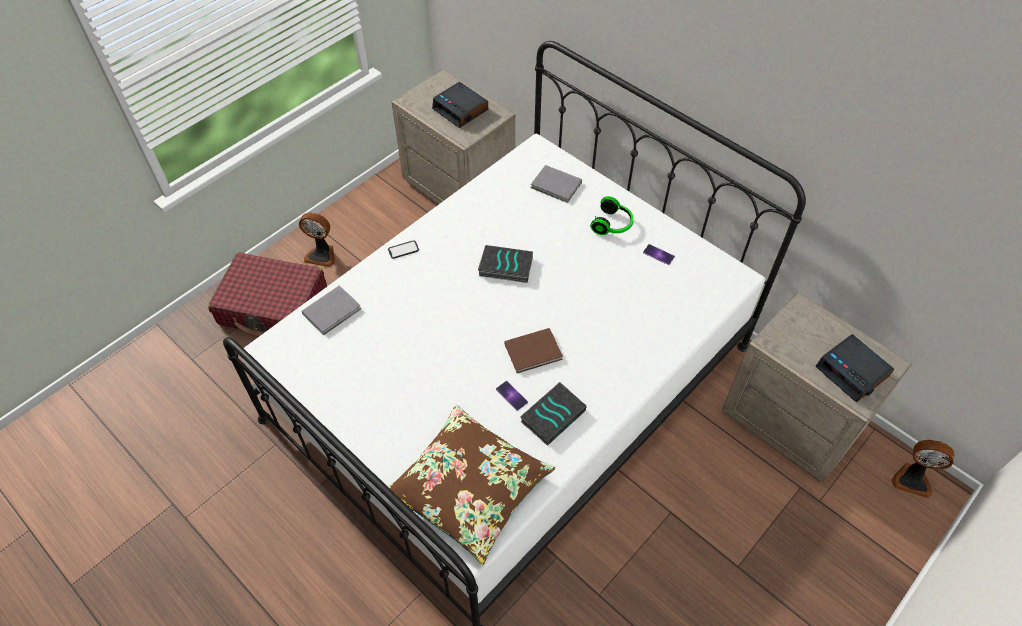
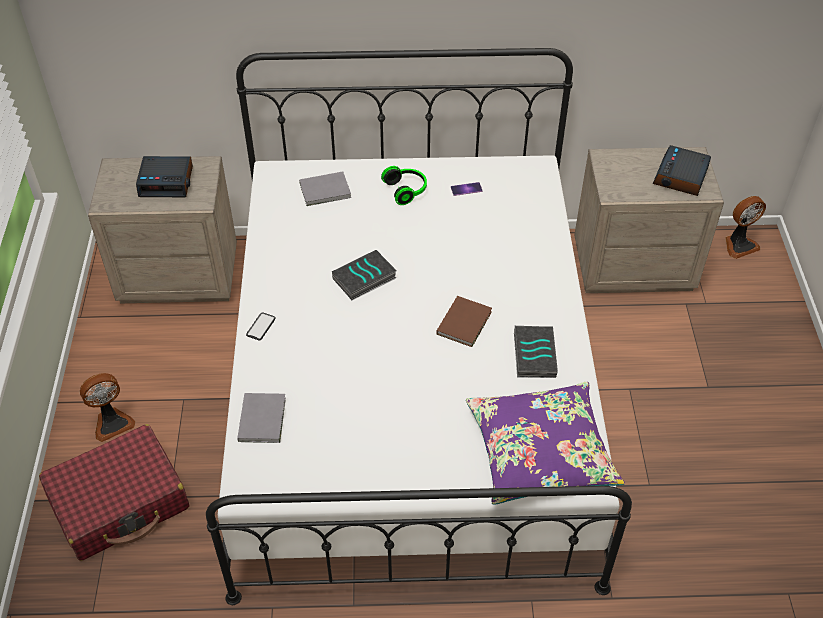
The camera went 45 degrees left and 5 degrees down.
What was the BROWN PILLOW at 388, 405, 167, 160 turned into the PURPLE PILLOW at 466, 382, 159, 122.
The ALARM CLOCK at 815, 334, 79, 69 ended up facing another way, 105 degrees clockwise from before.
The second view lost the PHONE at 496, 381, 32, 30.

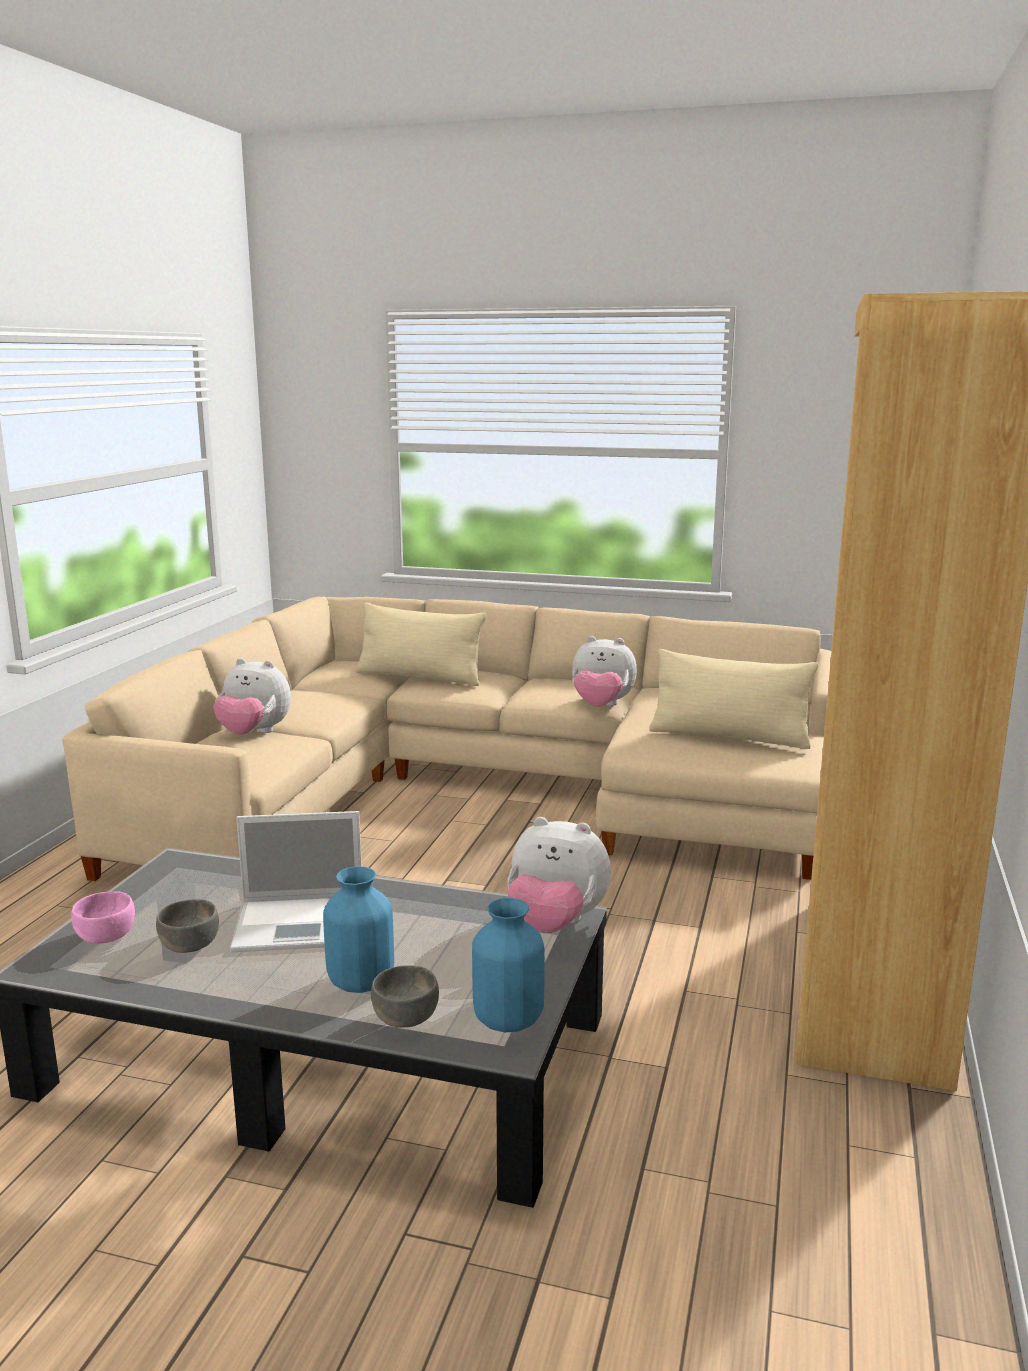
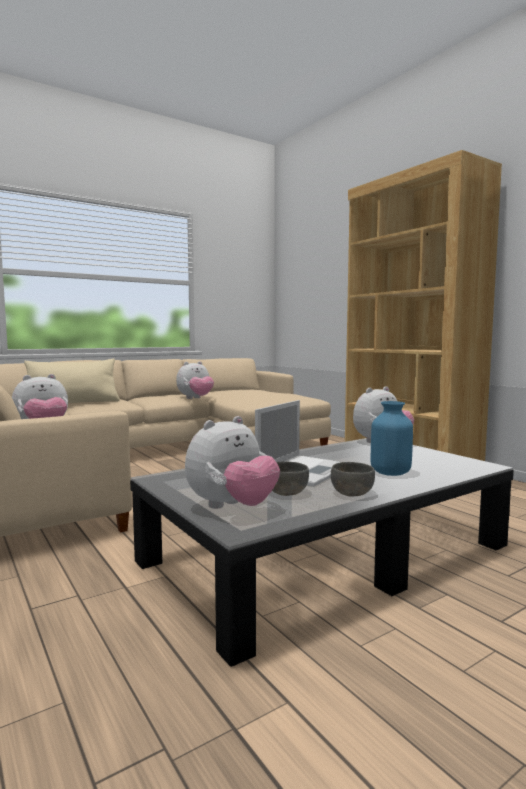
The camera went 50 degrees left and 10 degrees down.
Where the PINK BOWL stood at 71, 891, 64, 53, the PLUSH TOY came to stand at 185, 416, 95, 93.
The GREY BOWL ended up elsewhere, having gone from 371, 965, 68, 63 to 331, 462, 44, 35.
The second view lost the BLUE VASE at 472, 898, 73, 134.
The second view lost the BEIGE PILLOW at 649, 649, 169, 100.

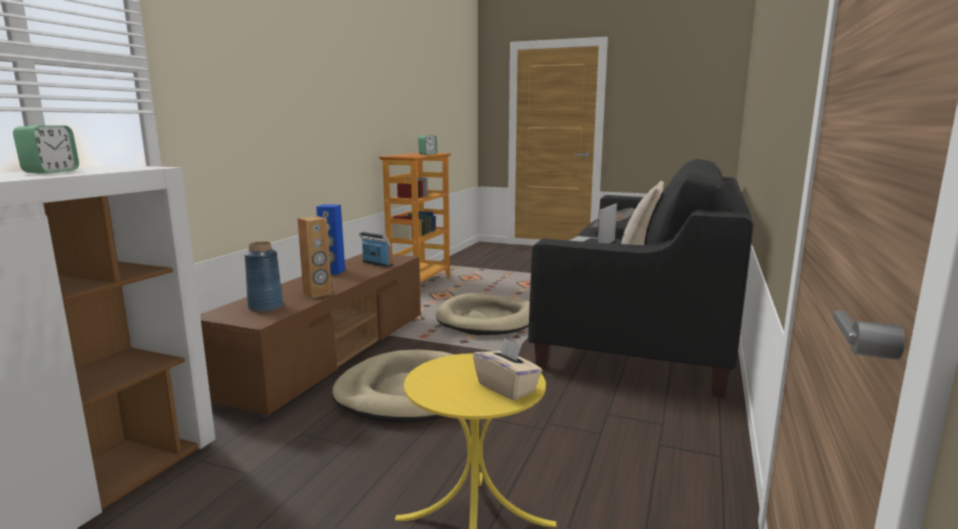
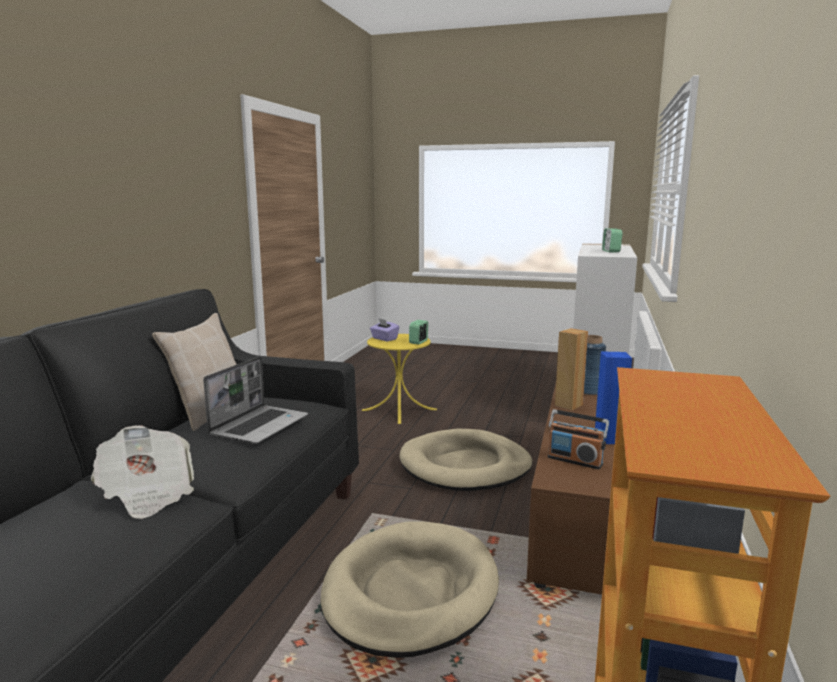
The camera went 175 degrees right and 0 degrees up.
What was the BEIGE TISSUE BOX at 473, 337, 70, 63 turned into the PURPLE TISSUE BOX at 370, 318, 29, 23.
The ALARM CLOCK ended up elsewhere, having gone from 418, 135, 19, 20 to 409, 320, 19, 24.

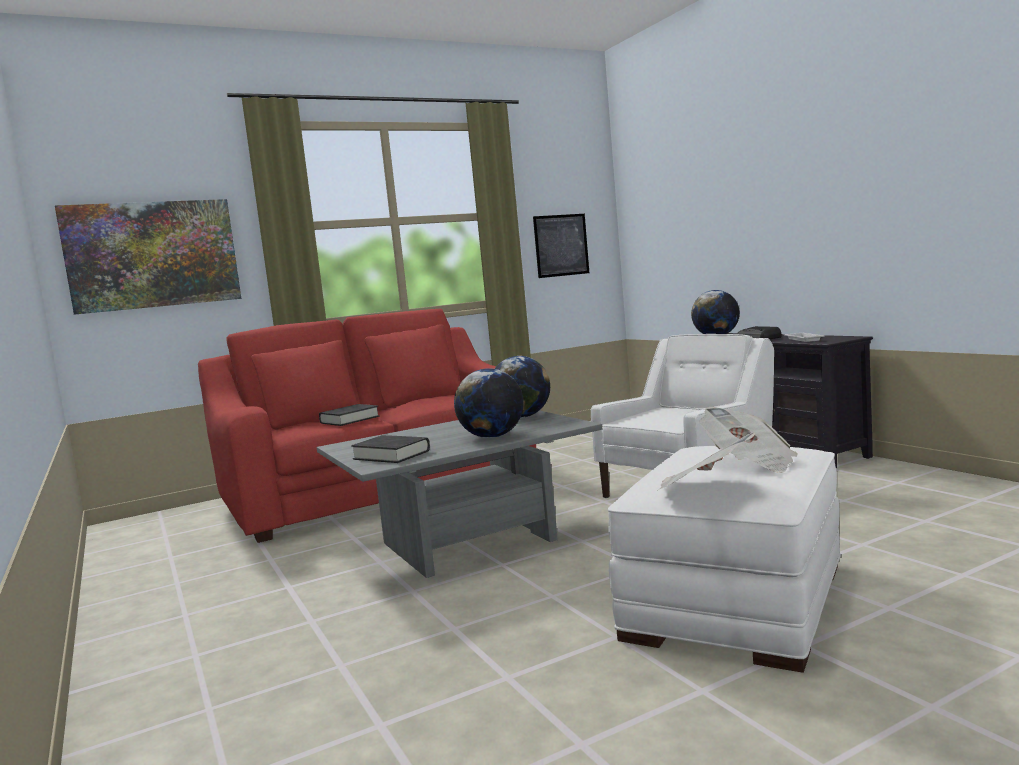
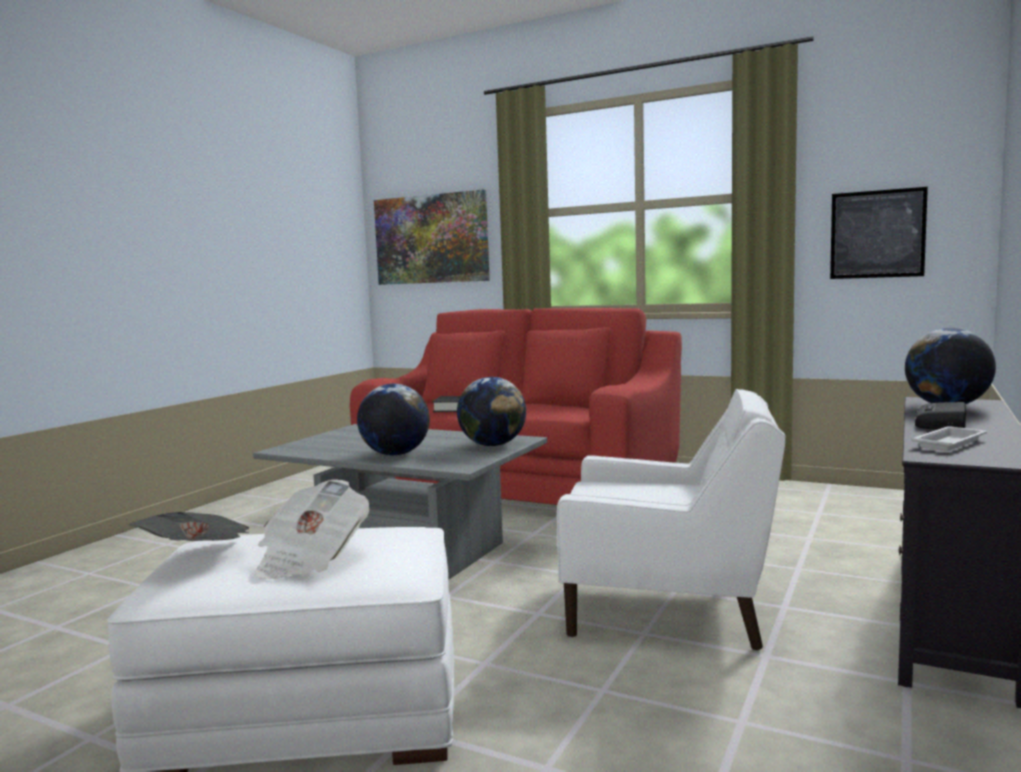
The camera went 55 degrees right and 0 degrees up.
The second view lost the BLACK BOOK at 351, 435, 79, 28.

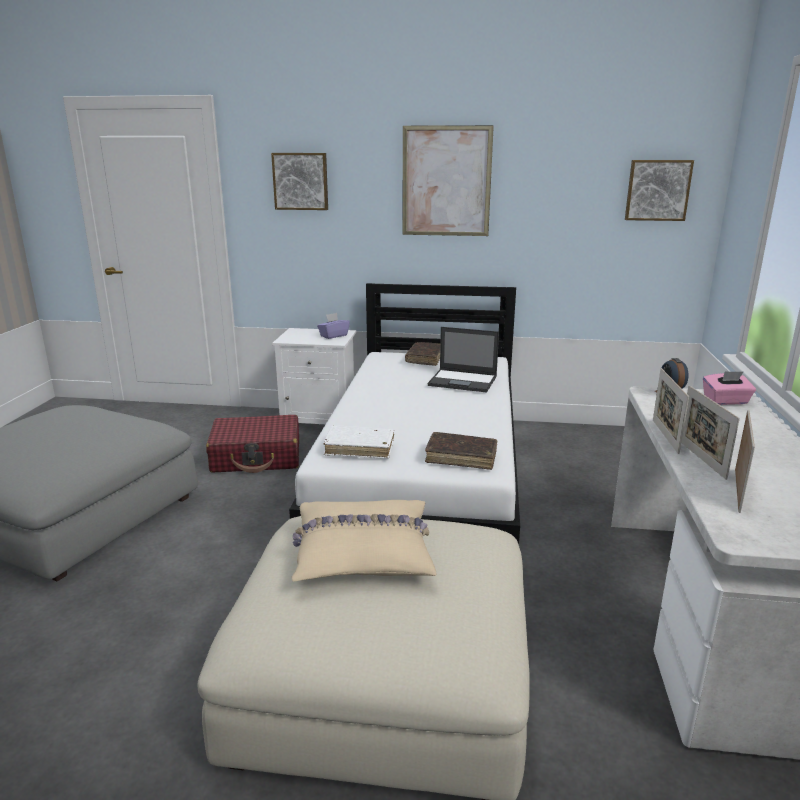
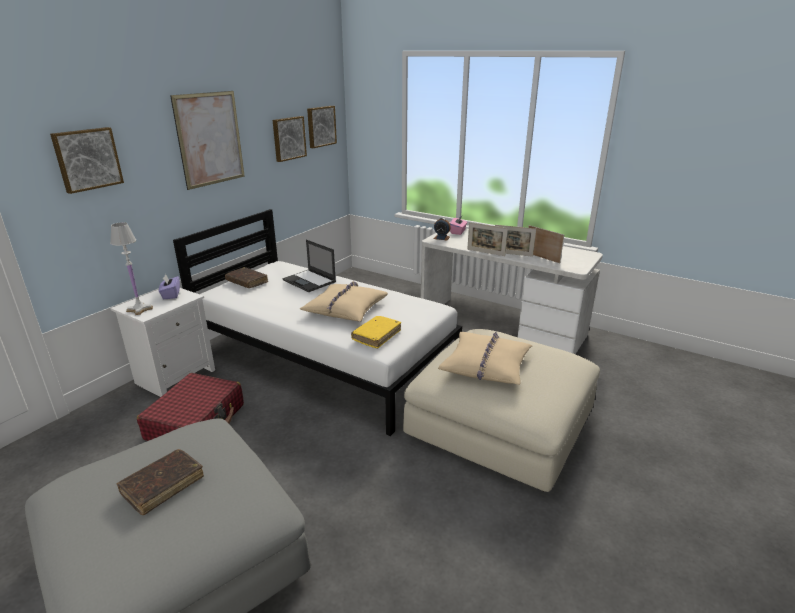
The camera went 65 degrees left and 5 degrees up.
The second view gained the WHITE TABLE LAMP at 110, 222, 43, 93.
The BROWN BOOK ended up elsewhere, having gone from 425, 432, 72, 38 to 117, 449, 87, 66.
The second view gained the PICTURE at 273, 116, 34, 46.
The LAPTOP at 428, 327, 71, 65 ended up facing another way, 90 degrees clockwise from before.
The second view gained the BEIGE PILLOW at 300, 281, 88, 41.
What was the WHITE BOOK at 323, 425, 71, 34 turned into the YELLOW BOOK at 351, 316, 50, 33.

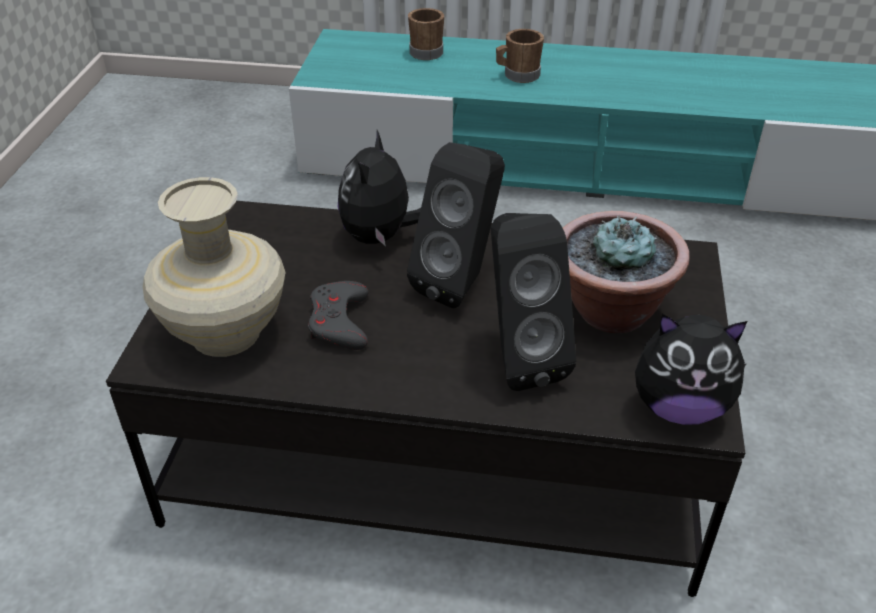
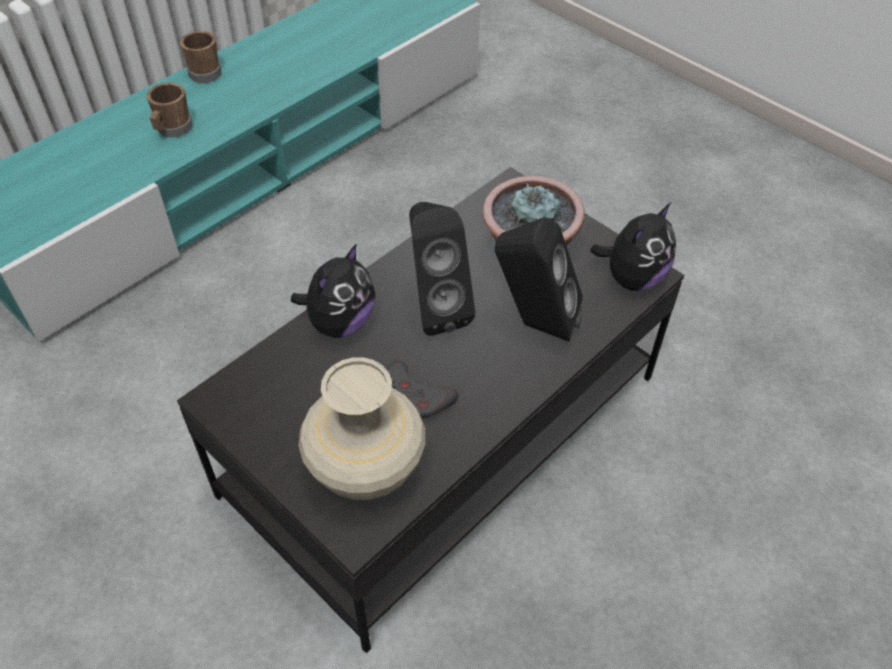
The camera went 55 degrees left and 10 degrees up.
The BROWN MUG ended up elsewhere, having gone from 408, 8, 36, 52 to 180, 31, 42, 52.
The PLUSH TOY at 338, 130, 83, 116 ended up facing another way, 105 degrees counterclockwise from before.

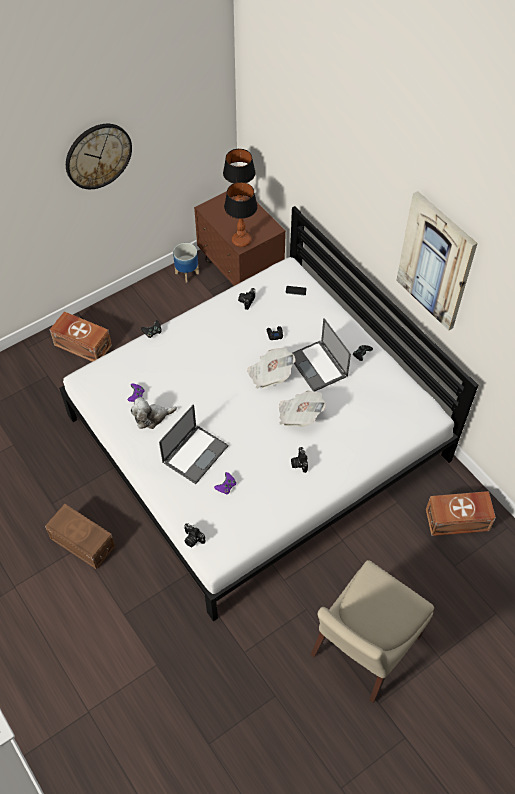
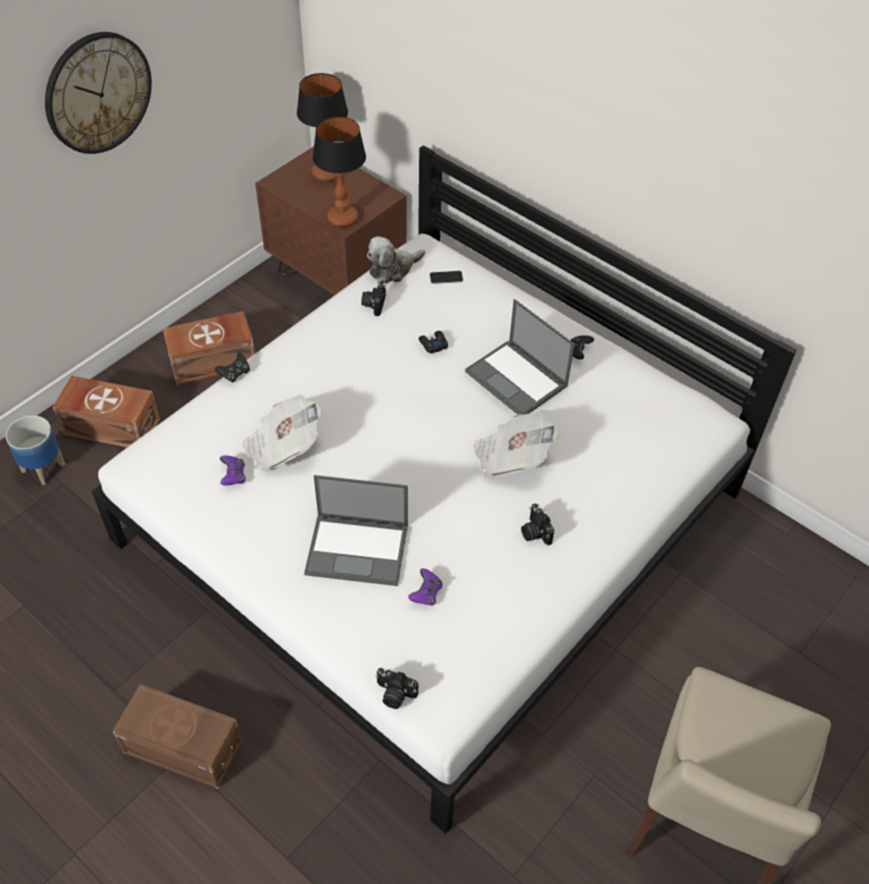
The camera went 15 degrees left and 5 degrees down.
The PLANTER ended up elsewhere, having gone from 173, 243, 26, 39 to 6, 415, 59, 70.
The BROWN STORAGE BOX ended up elsewhere, having gone from 426, 491, 70, 45 to 163, 311, 92, 74.
The NEWSPAPER ended up elsewhere, having gone from 247, 347, 49, 42 to 242, 395, 80, 77.
The LAPTOP at 159, 404, 69, 80 ended up facing another way, 75 degrees clockwise from before.
The PLUSH TOY ended up elsewhere, having gone from 130, 397, 47, 32 to 367, 236, 58, 47.
The second view lost the PICTURE at 396, 191, 81, 140.

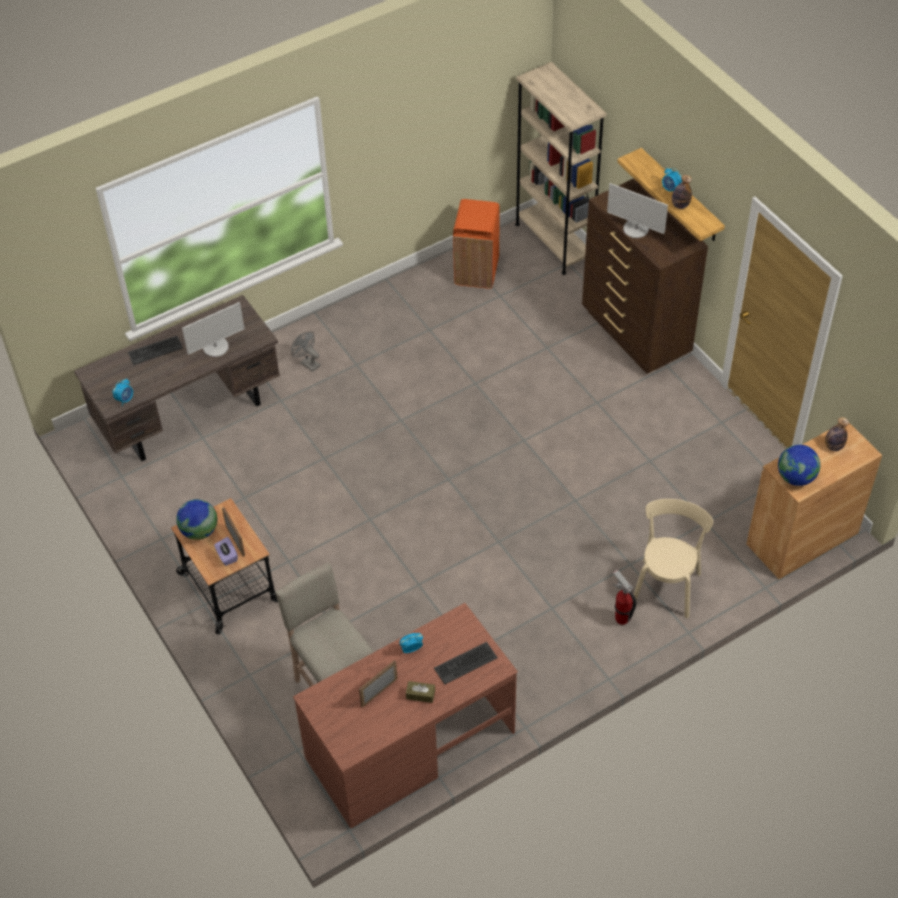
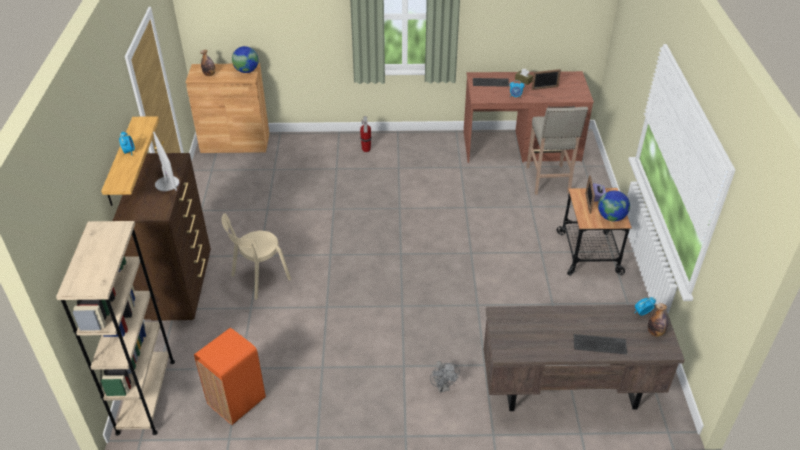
The camera went 150 degrees left and 10 degrees down.
The BEIGE CHAIR ended up elsewhere, having gone from 634, 499, 79, 119 to 222, 213, 69, 87.
The BOTTLE ended up elsewhere, having gone from 672, 175, 20, 34 to 648, 303, 20, 34.
The second view lost the MONITOR at 182, 302, 63, 55.

